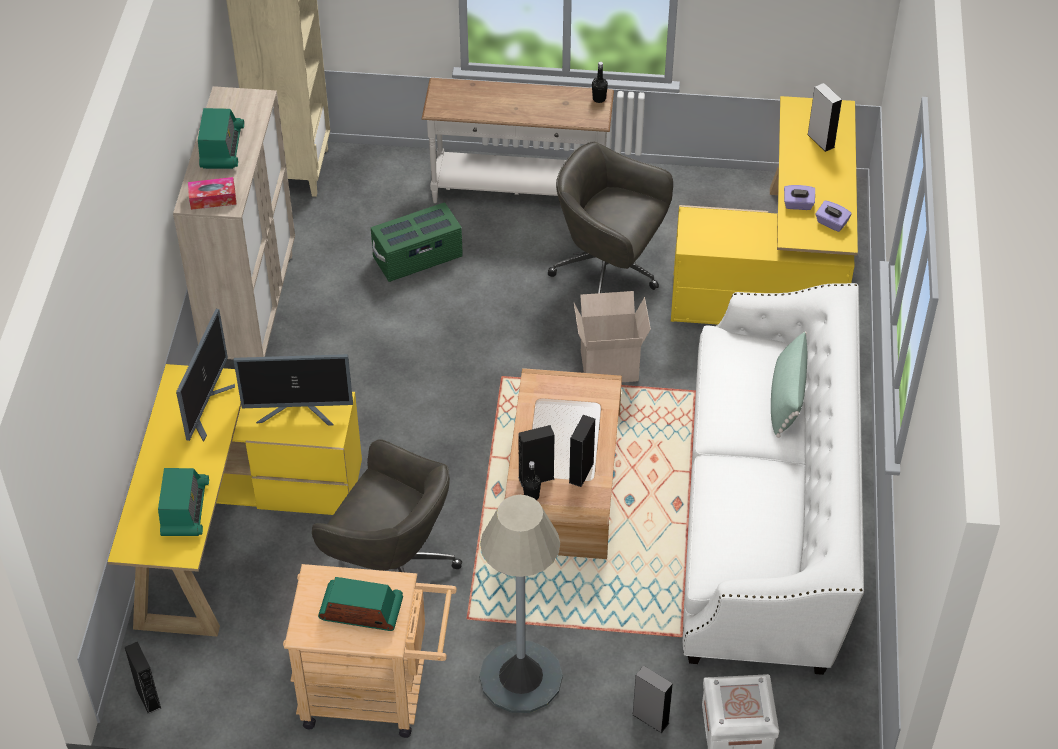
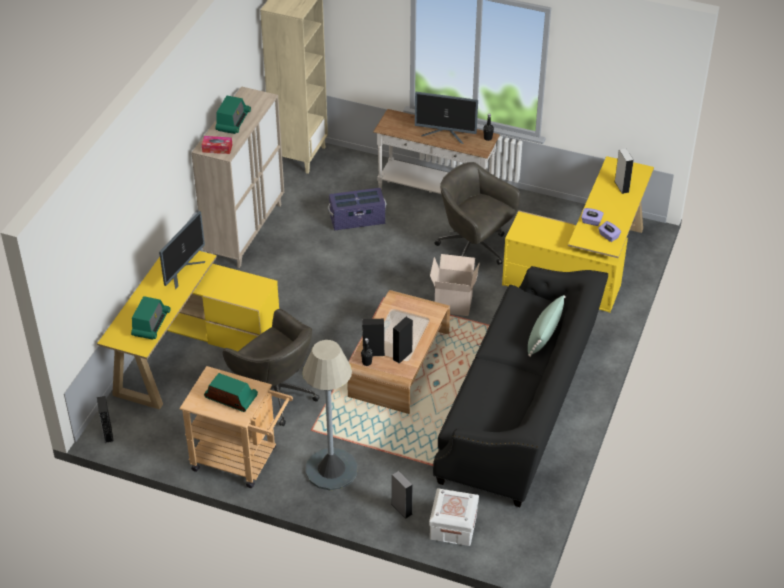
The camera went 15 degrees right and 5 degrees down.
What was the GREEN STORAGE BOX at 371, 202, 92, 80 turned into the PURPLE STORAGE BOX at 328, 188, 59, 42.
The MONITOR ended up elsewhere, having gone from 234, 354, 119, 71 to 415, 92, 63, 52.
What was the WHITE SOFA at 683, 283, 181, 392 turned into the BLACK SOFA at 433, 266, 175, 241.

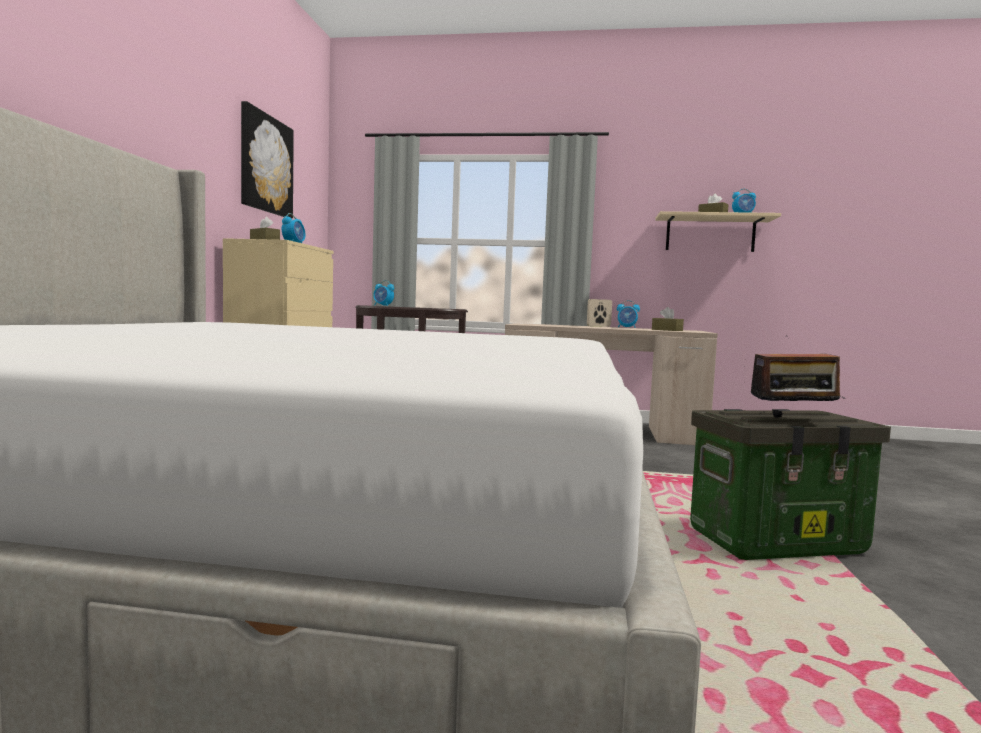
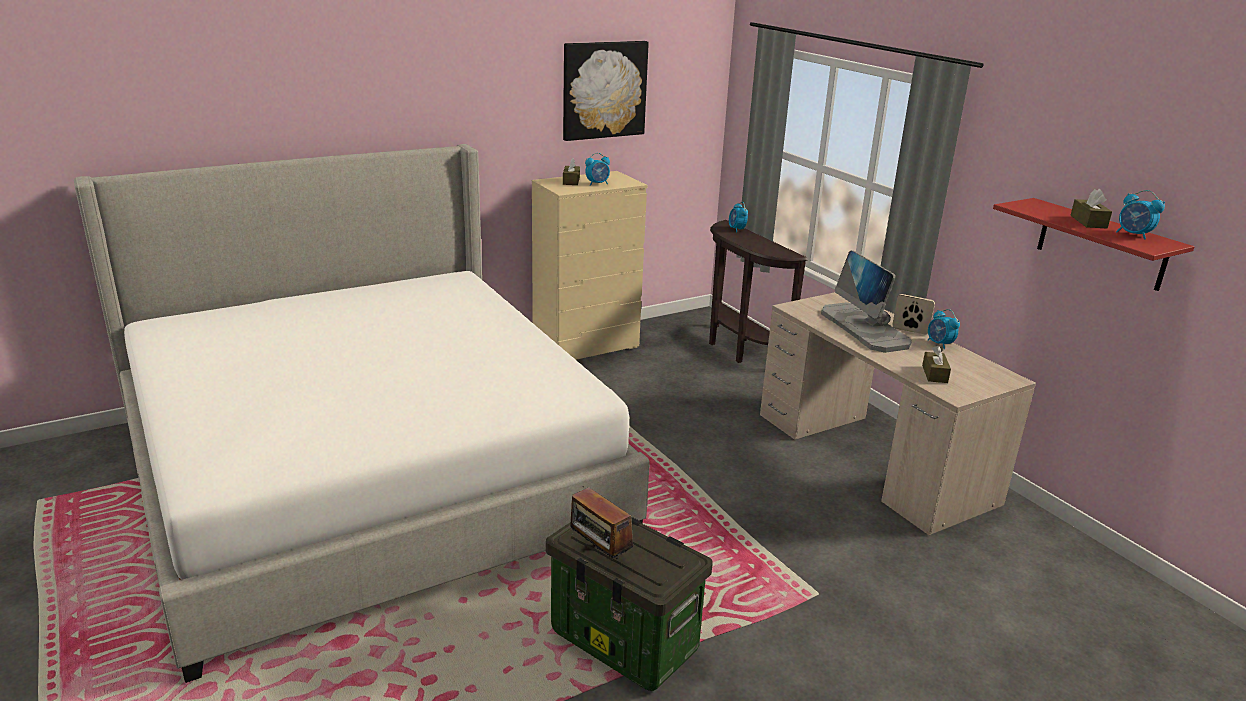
The camera went 50 degrees right and 20 degrees up.
The second view gained the MONITOR at 821, 250, 91, 103.
What was the BEIGE SHELF at 655, 211, 126, 41 turned into the RED SHELF at 993, 198, 201, 93.

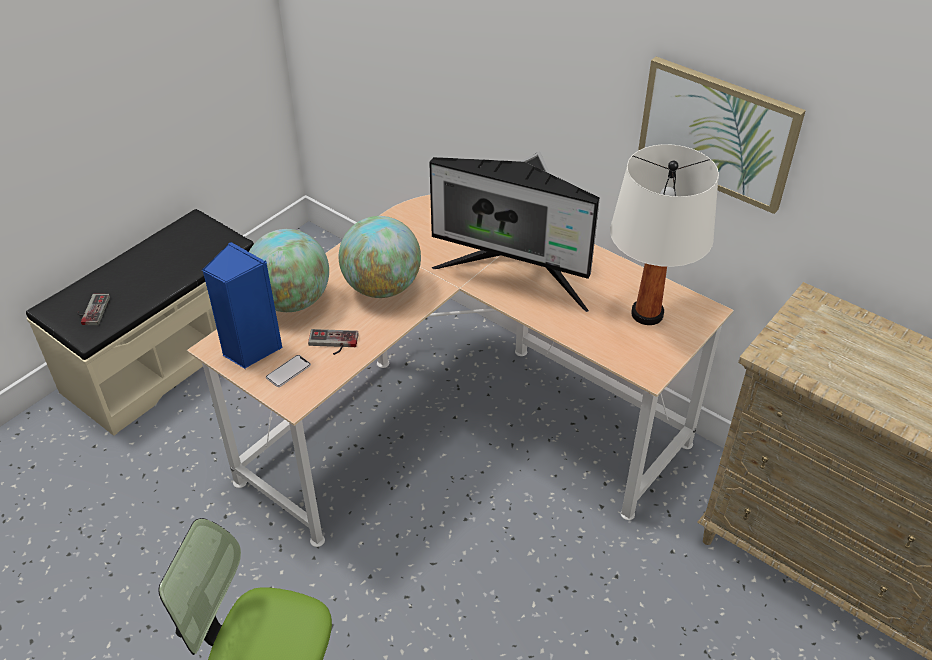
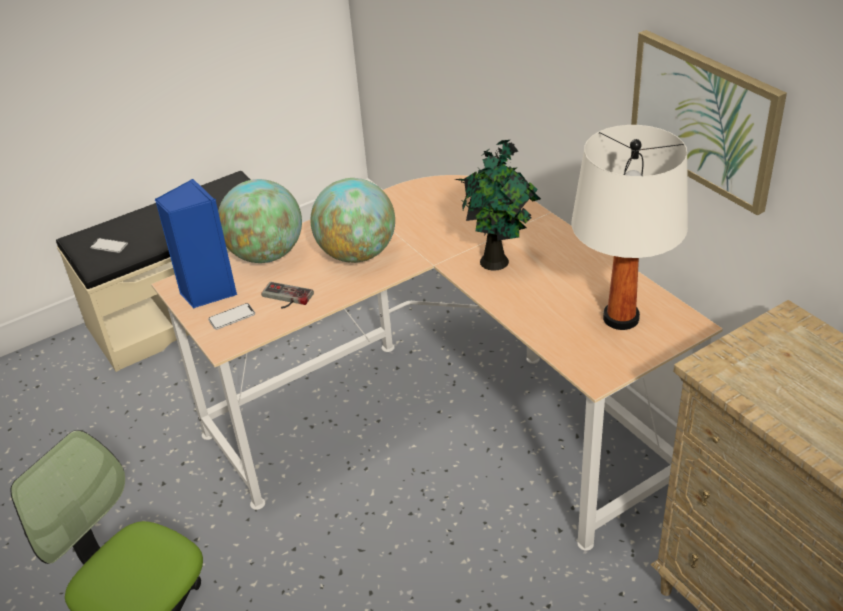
The camera went 20 degrees right and 5 degrees down.
Where the GAME CONTROLLER stood at 77, 294, 33, 31, the PHONE came to stand at 90, 238, 38, 15.
Where the MONITOR stood at 429, 151, 171, 161, the POTTED PLANT came to stand at 454, 140, 87, 131.

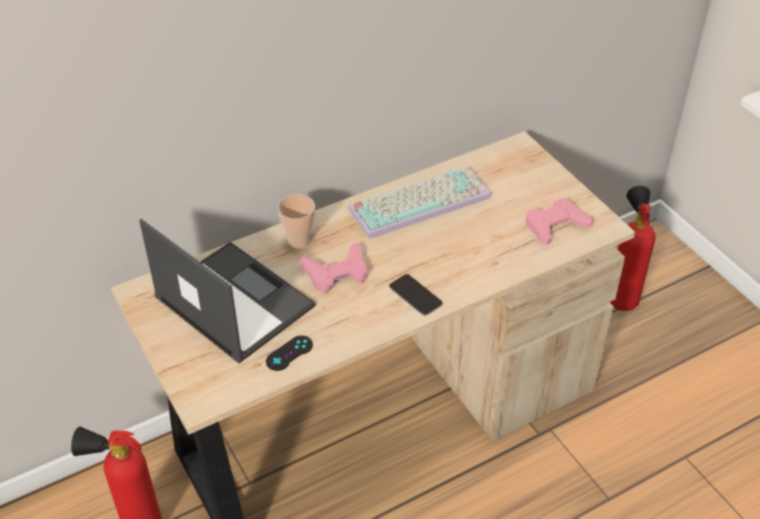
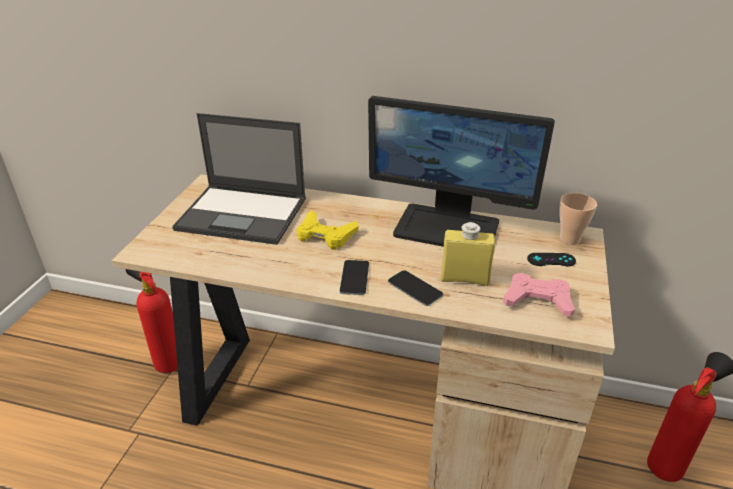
The camera went 45 degrees right and 10 degrees down.
The LAPTOP at 139, 219, 177, 144 ended up facing another way, 105 degrees clockwise from before.
What was the PINK GAME CONTROLLER at 300, 242, 68, 51 turned into the YELLOW GAME CONTROLLER at 297, 210, 61, 40.
Where the KEYBOARD stood at 348, 166, 143, 73, the MONITOR came to stand at 368, 96, 187, 151.
The second view gained the PHONE at 388, 270, 55, 36.
The second view gained the YELLOW BOTTLE at 441, 222, 54, 64.
The BLACK GAME CONTROLLER ended up elsewhere, having gone from 266, 336, 47, 35 to 527, 253, 49, 13.
The CUP ended up elsewhere, having gone from 278, 194, 37, 54 to 559, 193, 38, 52.

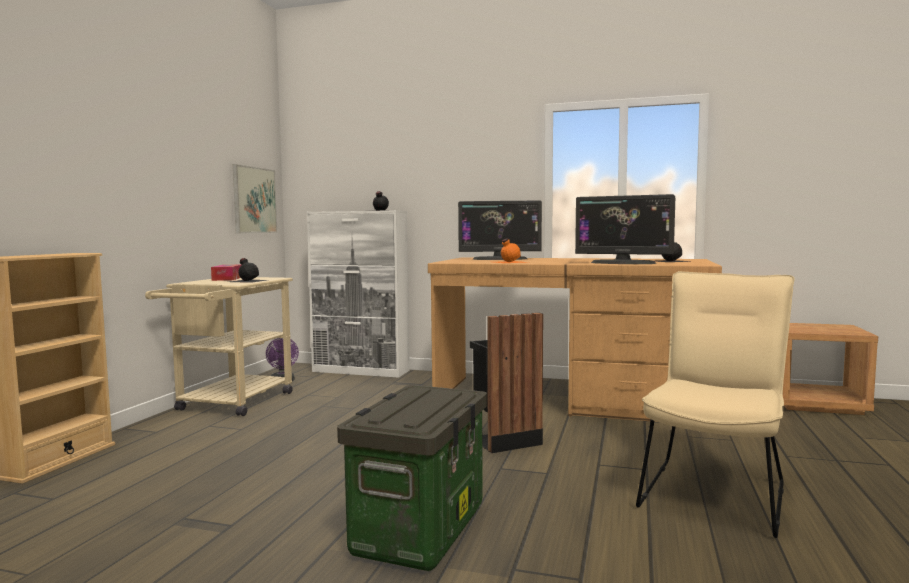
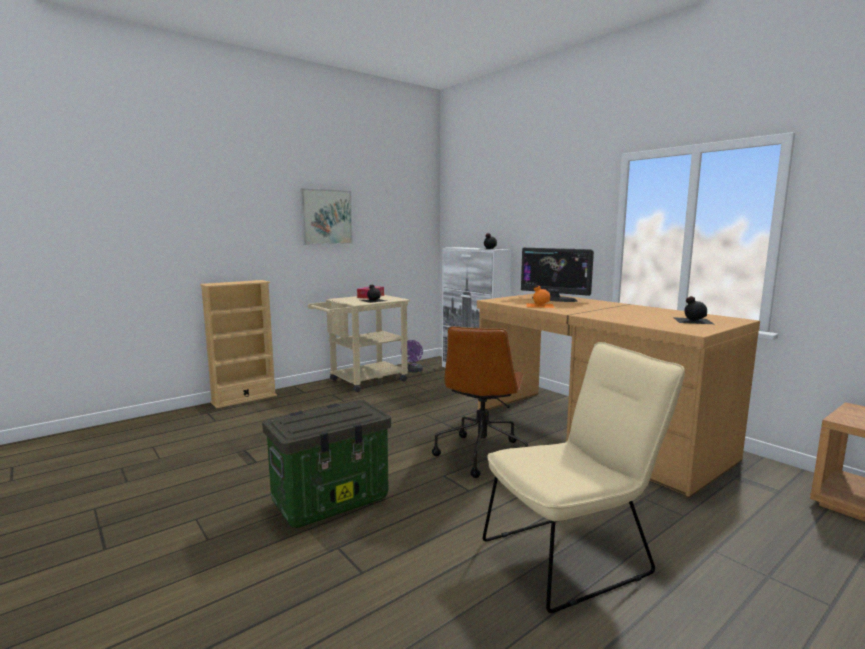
The camera went 35 degrees right and 5 degrees up.
The PICTURE ended up elsewhere, having gone from 233, 164, 44, 70 to 300, 188, 53, 57.
Where the BLACK TRASH CAN stood at 470, 313, 73, 140, the BROWN OFFICE CHAIR came to stand at 432, 326, 96, 152.
The second view lost the MONITOR at 575, 194, 100, 70.

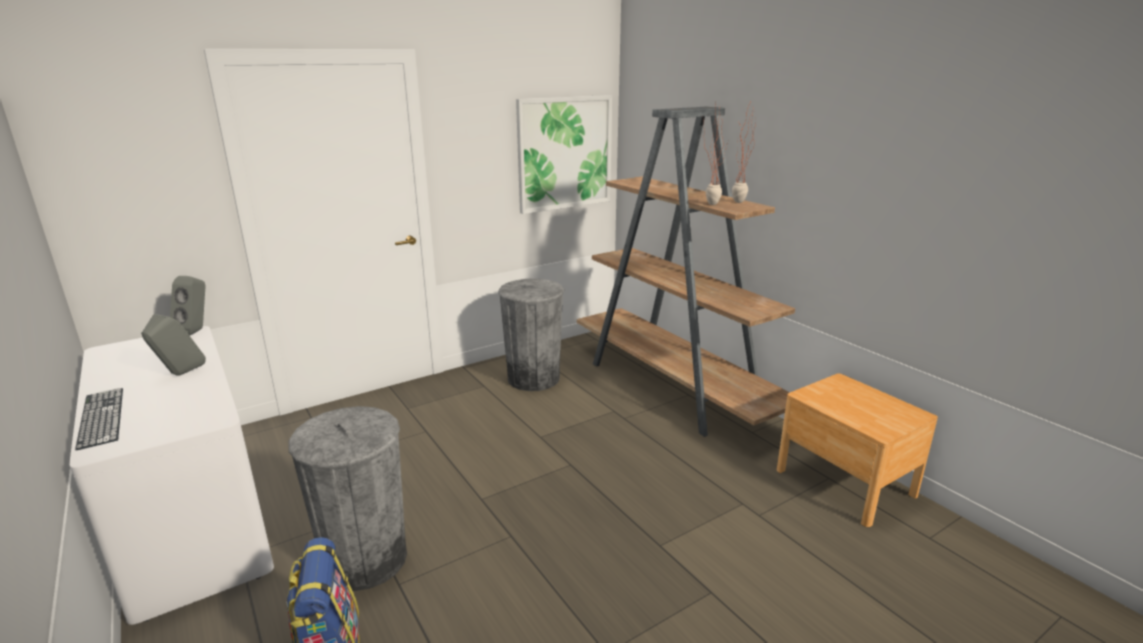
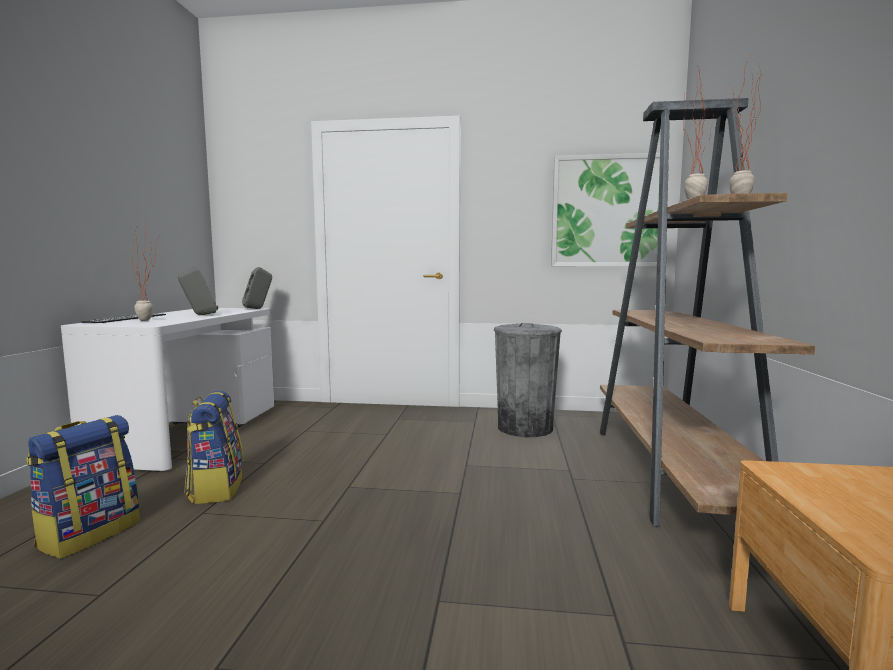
The camera went 40 degrees right and 15 degrees down.
The second view gained the POTTED PLANT at 131, 221, 26, 100.
Where the GREY TRASH CAN stood at 288, 406, 119, 185, the BACKPACK came to stand at 184, 391, 60, 113.

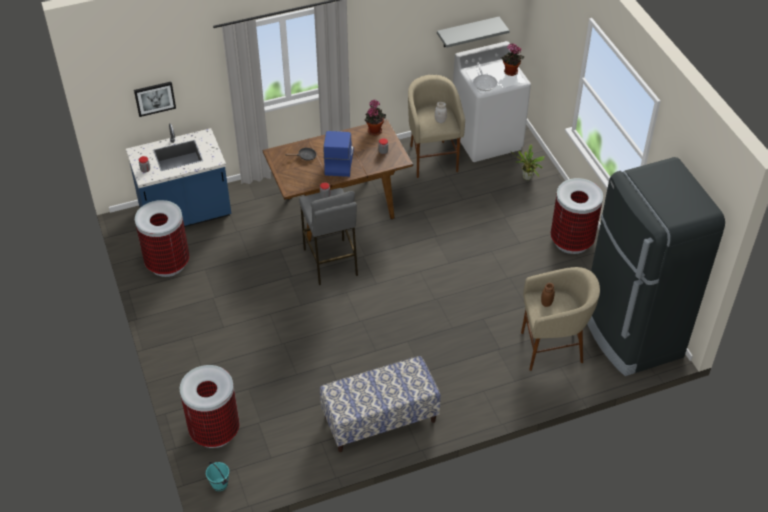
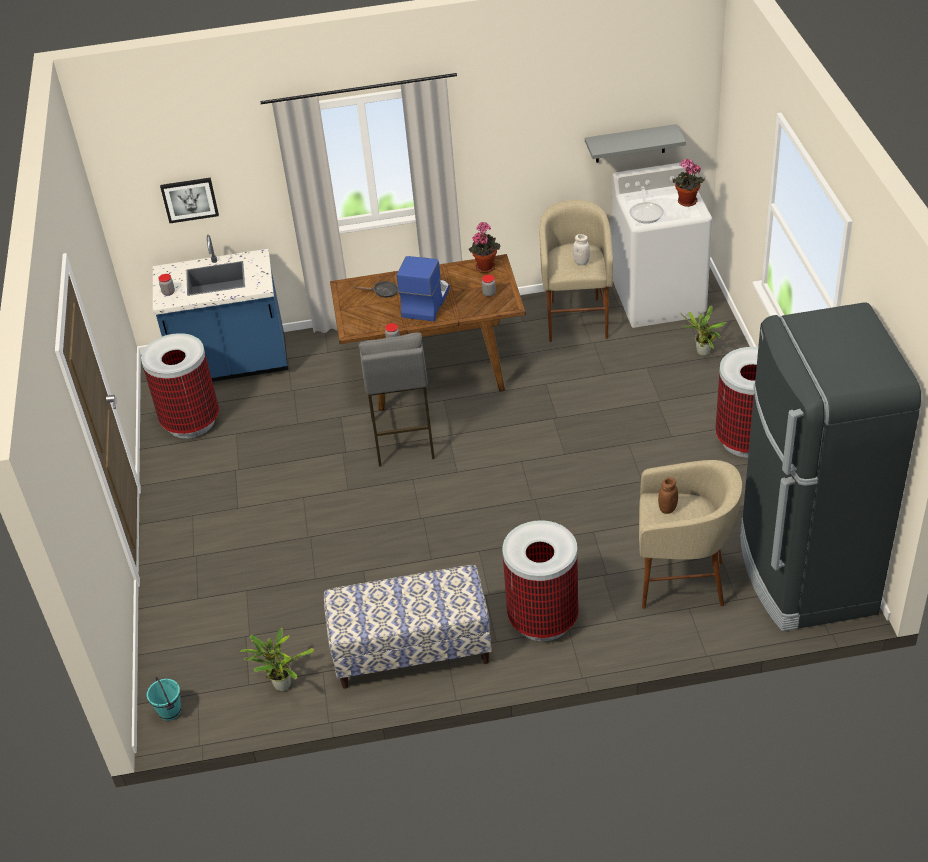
The camera went 15 degrees right and 5 degrees down.
The second view gained the POTTED PLANT at 240, 628, 74, 63.
The TRASH CAN ended up elsewhere, having gone from 180, 365, 60, 83 to 502, 520, 77, 121.

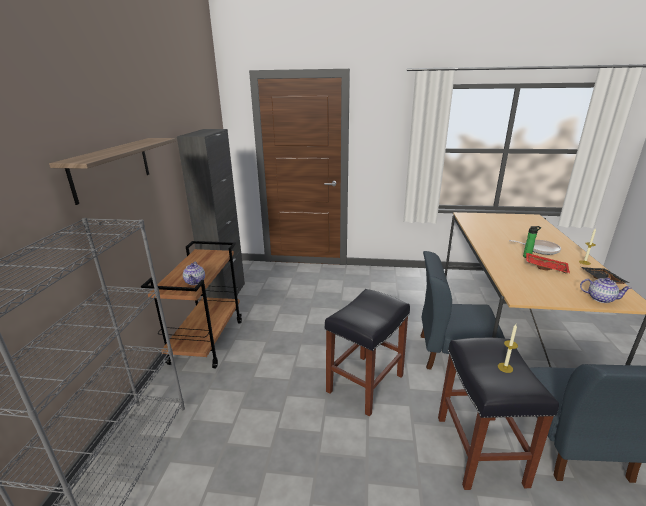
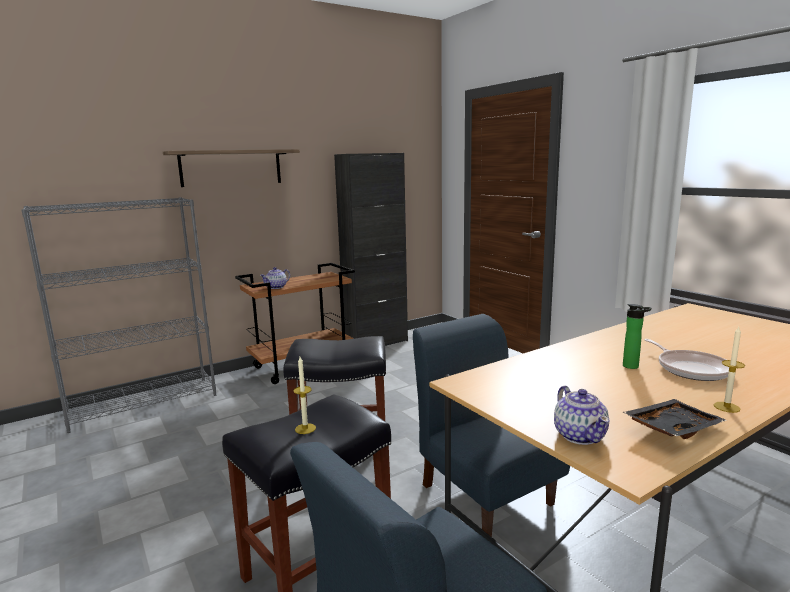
The camera went 50 degrees right and 10 degrees down.
The second view lost the RED TRAY at 526, 253, 44, 20.

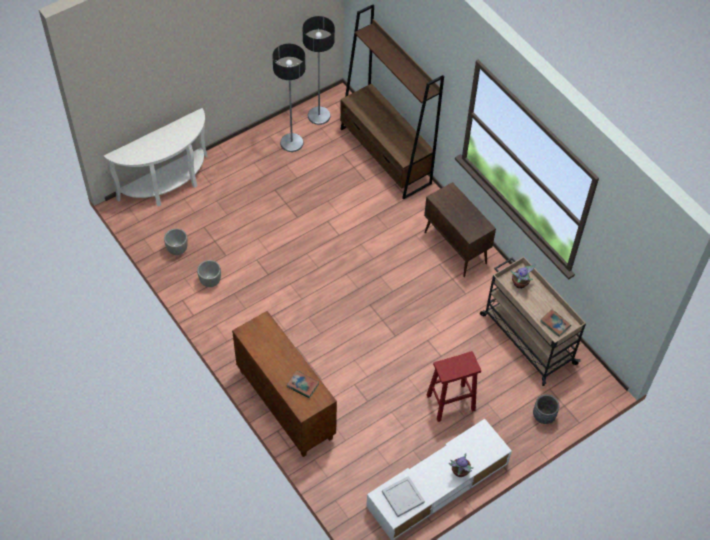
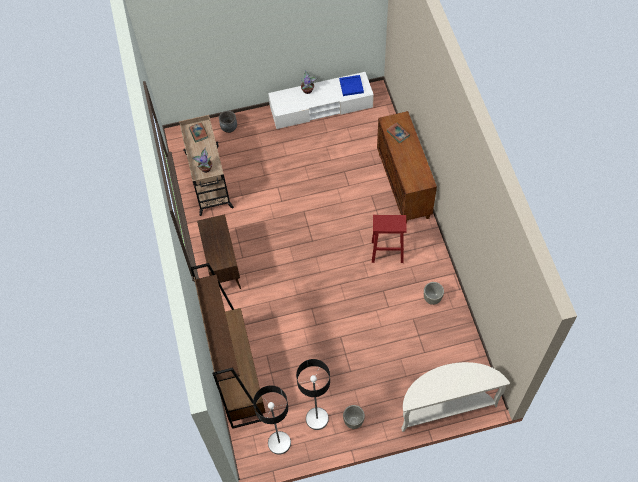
The camera went 155 degrees left and 5 degrees up.
What was the WHITE TRAY at 382, 476, 43, 41 turned into the BLUE TRAY at 339, 75, 25, 21.
The GREY PLANTER ended up elsewhere, having gone from 164, 229, 24, 26 to 343, 405, 22, 24.
The RED STOOL ended up elsewhere, having gone from 427, 351, 54, 71 to 372, 215, 35, 48.

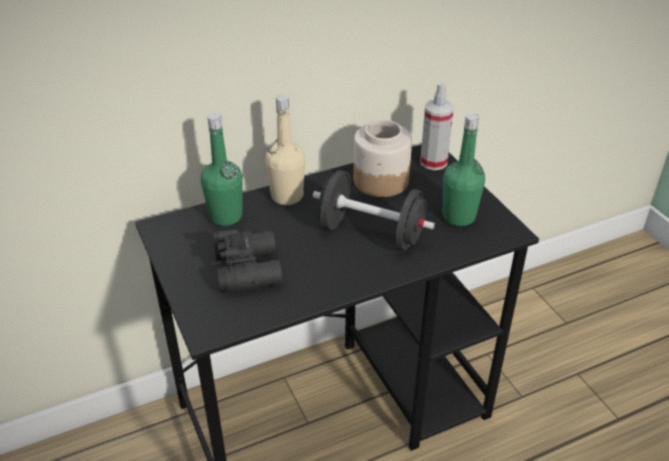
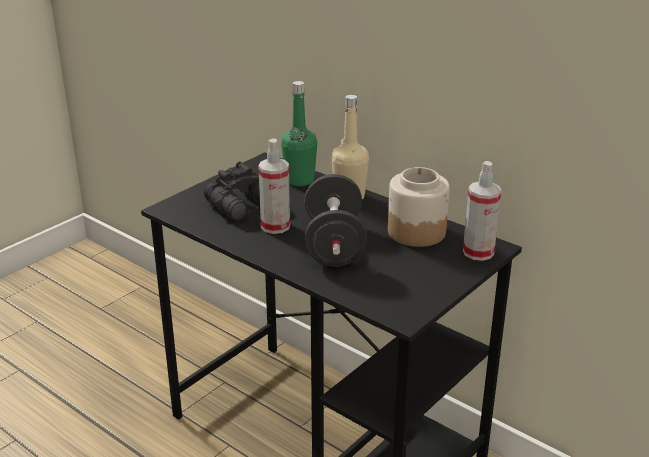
The camera went 65 degrees right and 10 degrees down.
The second view gained the SPRAY BOTTLE at 258, 138, 32, 96.
The second view lost the GREEN BOTTLE at 442, 113, 43, 113.

